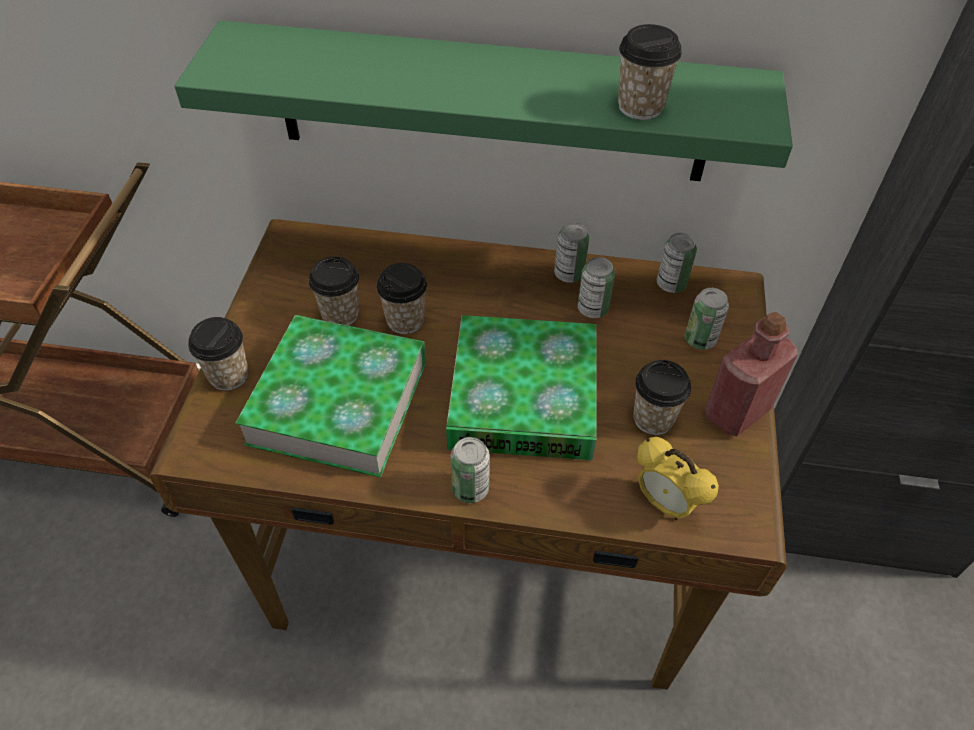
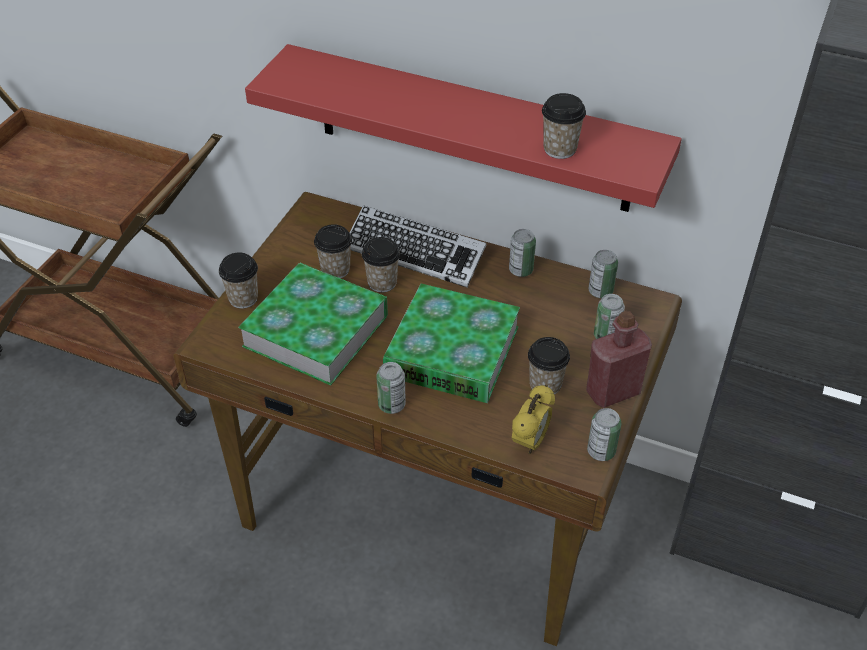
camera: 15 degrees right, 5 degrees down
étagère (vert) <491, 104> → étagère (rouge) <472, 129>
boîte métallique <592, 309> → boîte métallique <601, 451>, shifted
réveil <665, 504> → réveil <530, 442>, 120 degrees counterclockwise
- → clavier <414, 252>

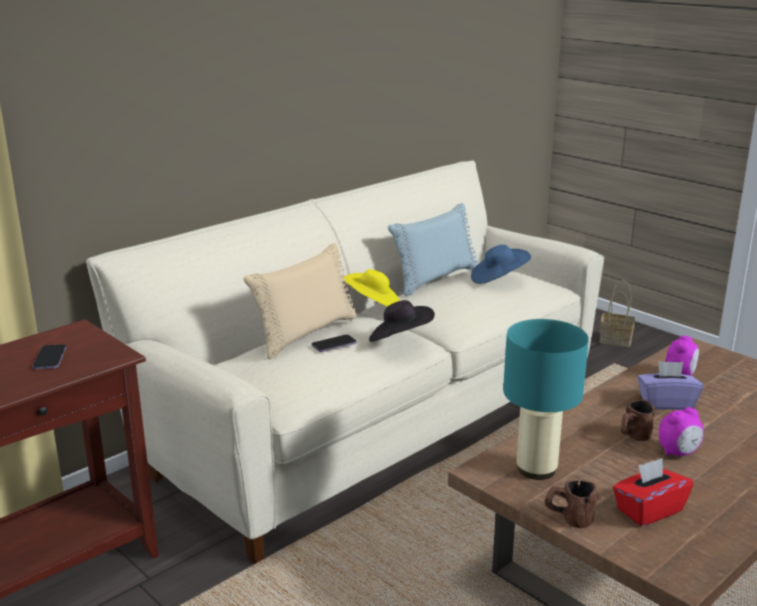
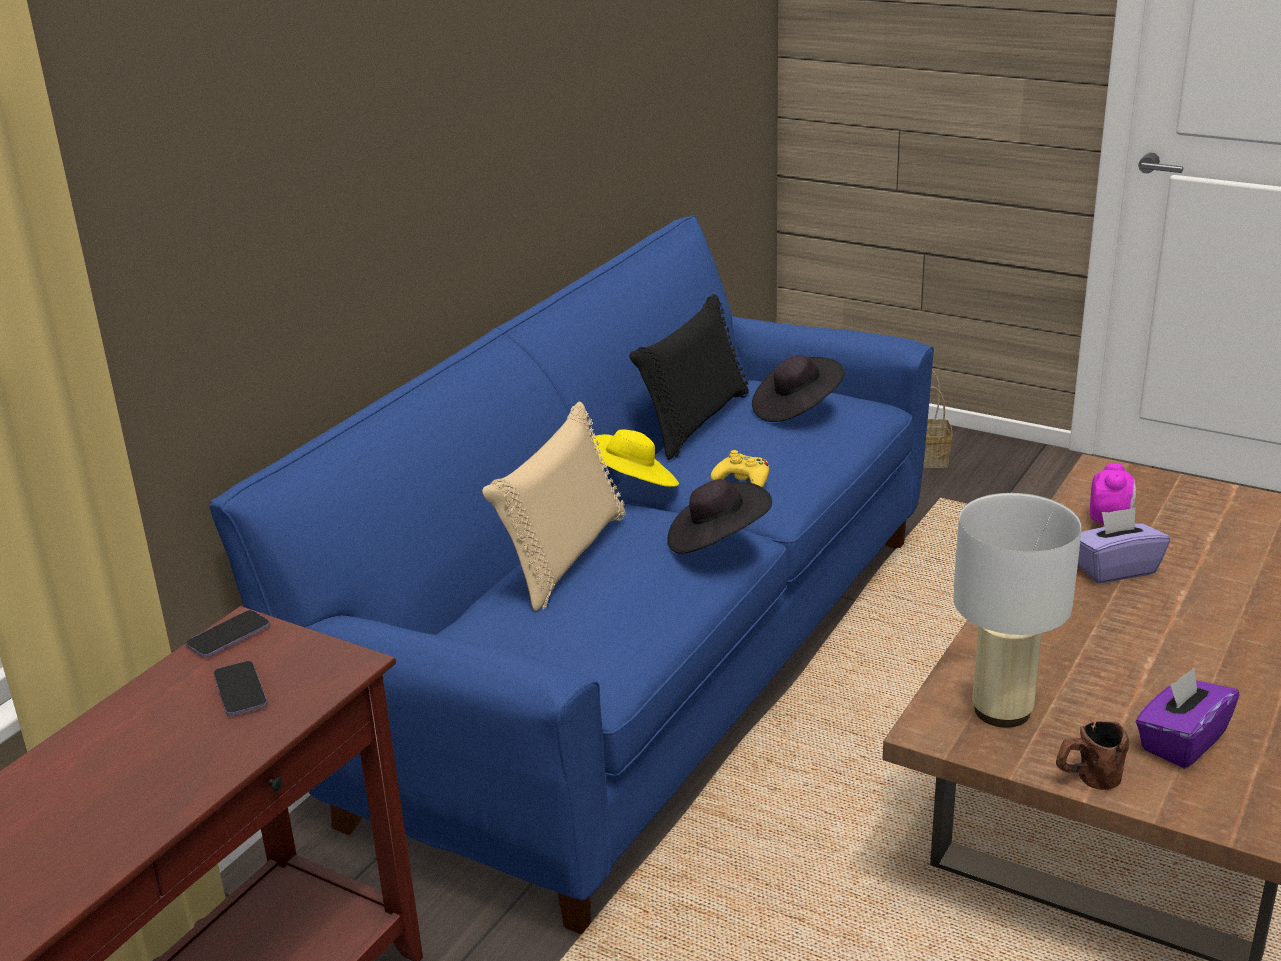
camera: 15 degrees left, 5 degrees up
canapé (beige) <378, 426> → canapé (bleu) <648, 667>
coussin (bleu) <434, 279> → coussin (noir) <694, 422>
chapeau (bleu) <498, 279> → chapeau (noir) <796, 409>
lampe de table (turquoise) <535, 469> → lampe de table (blanc) <1000, 711>
téléphone <334, 345> → téléphone <229, 637>, shifted
mug (marron) <633, 437> → -
réveil <678, 453> → -
boîte à mouchoirs (rouge) <648, 510> → boîte à mouchoirs (violet) <1181, 742>
- → manette (jaune) <743, 480>

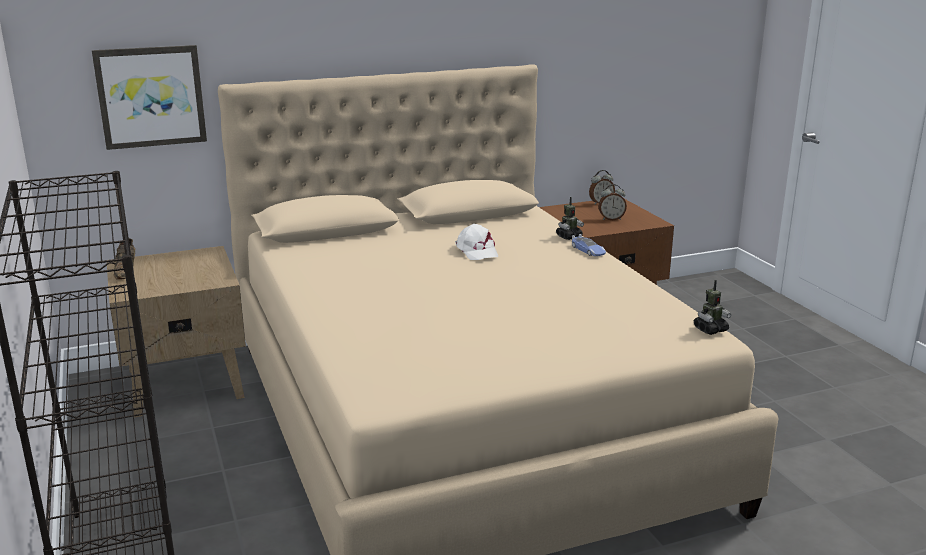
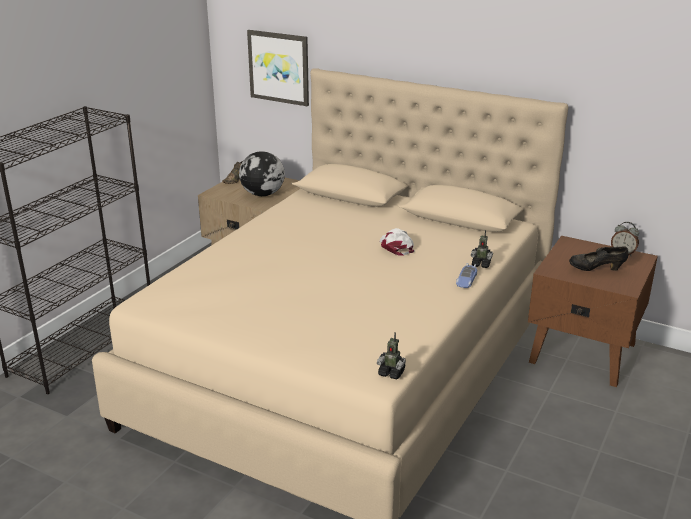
camera: 50 degrees right, 5 degrees up
réveil <611, 219> → chaussure (noir) <596, 269>
casquette (blanc) <476, 251> → casquette (blanc) <396, 246>, 135 degrees clockwise
- → globe <263, 194>

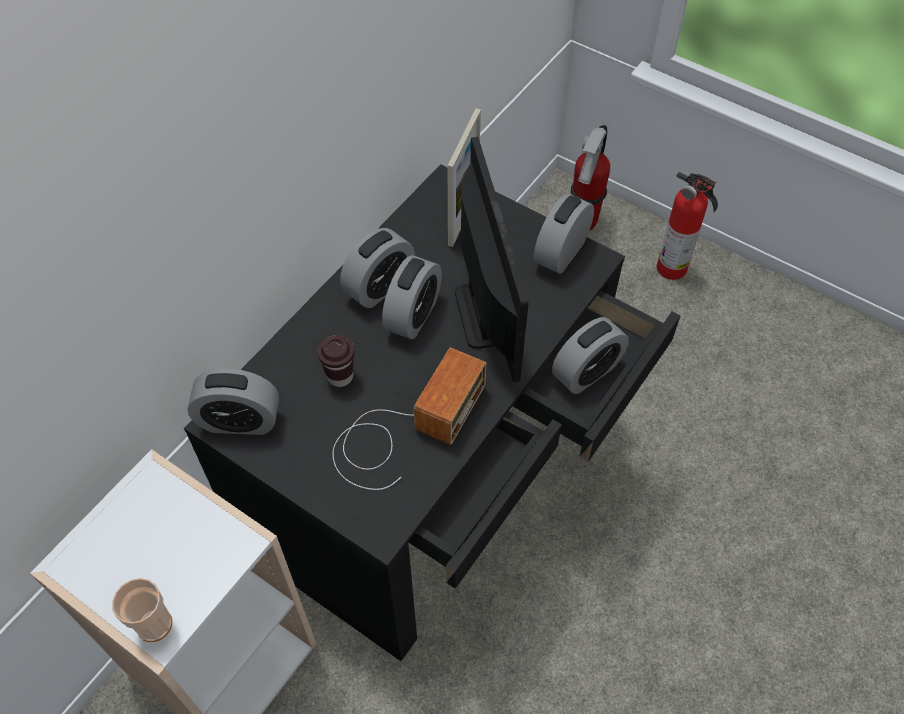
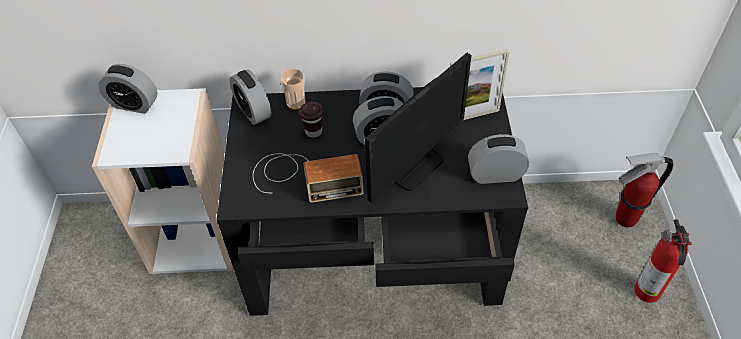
camera: 55 degrees right, 5 degrees down
réveil <586, 372> → réveil <134, 104>, shifted
tasse <154, 624> → tasse <296, 103>, shifted

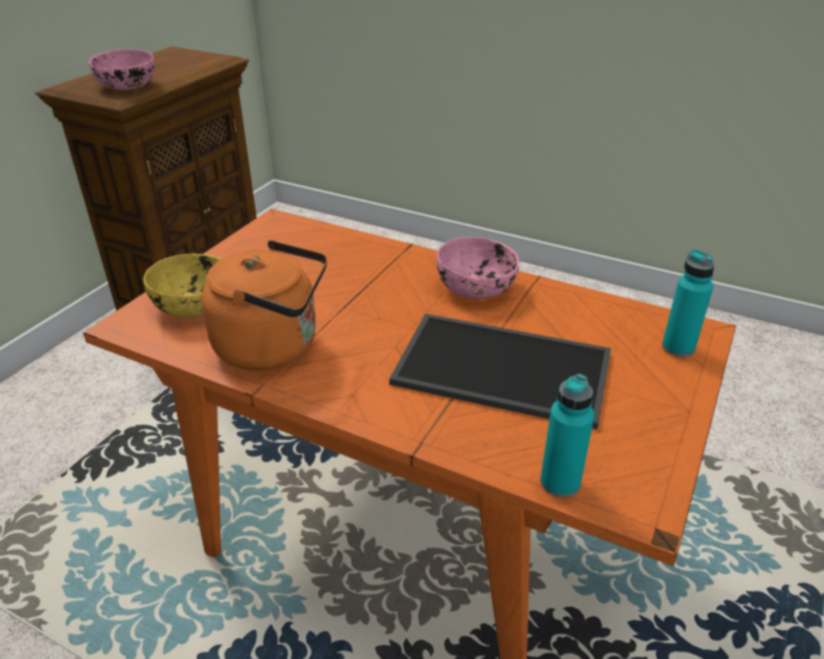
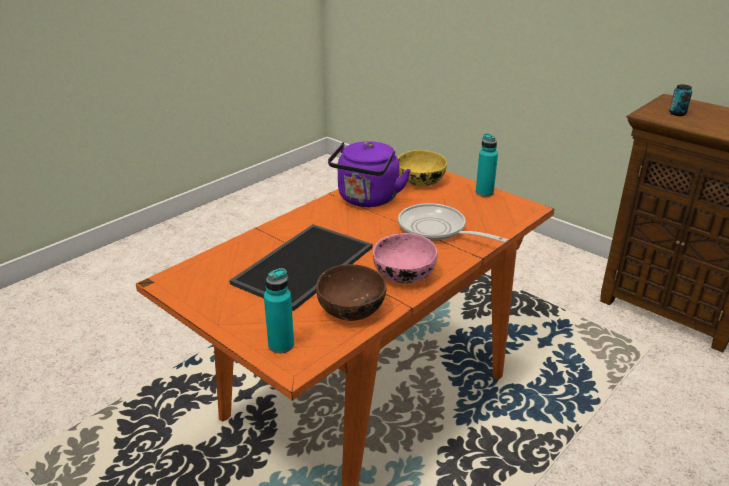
camera: 105 degrees right, 5 degrees down
bol (rose) <127, 86> → boîte métallique <677, 113>
bouilloire (orange) <274, 346> → bouilloire (violet) <367, 200>
bouteille (turquoise) <560, 482> → bouteille (turquoise) <484, 193>, shifted
- → poêle <437, 230>
- → bol (marron) <351, 309>

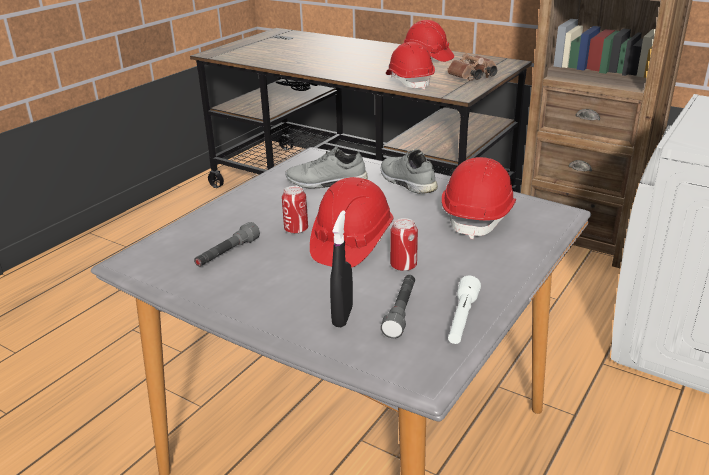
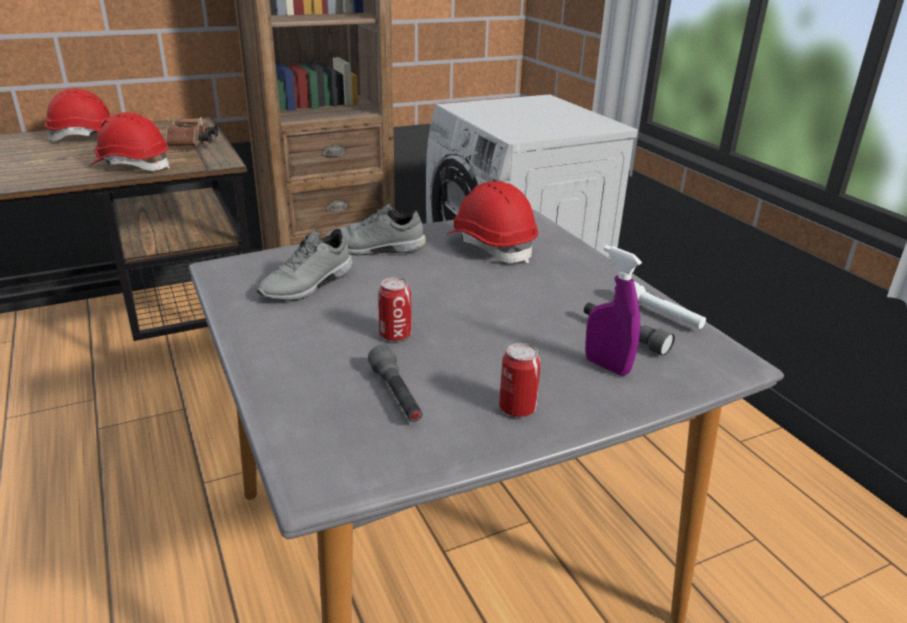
camera: 60 degrees left, 0 degrees up
casque de chantier (rouge) <351, 243> → -
vaporisateur (noir) <342, 316> → vaporisateur (violet) <606, 366>
boîte métallique <403, 266> → boîte métallique <517, 408>, shifted

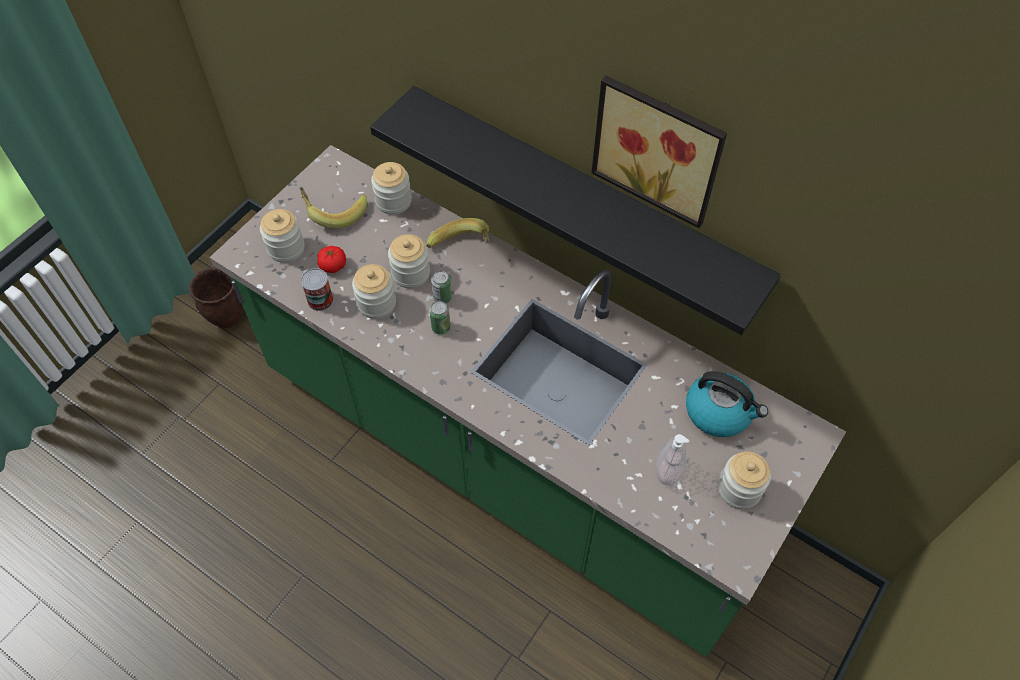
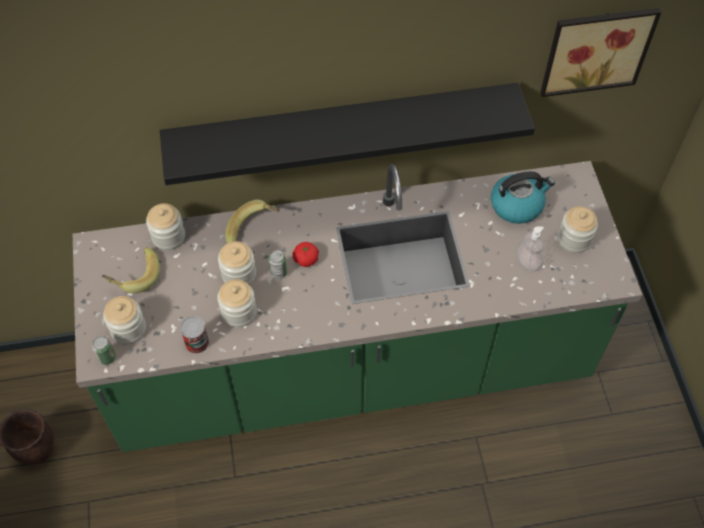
camera: 45 degrees left, 0 degrees up
tableau <659, 148> → tableau <595, 48>, shifted
tomate <333, 265> → tomate <306, 259>, shifted
boîte métallique <441, 327> → boîte métallique <107, 357>, shifted

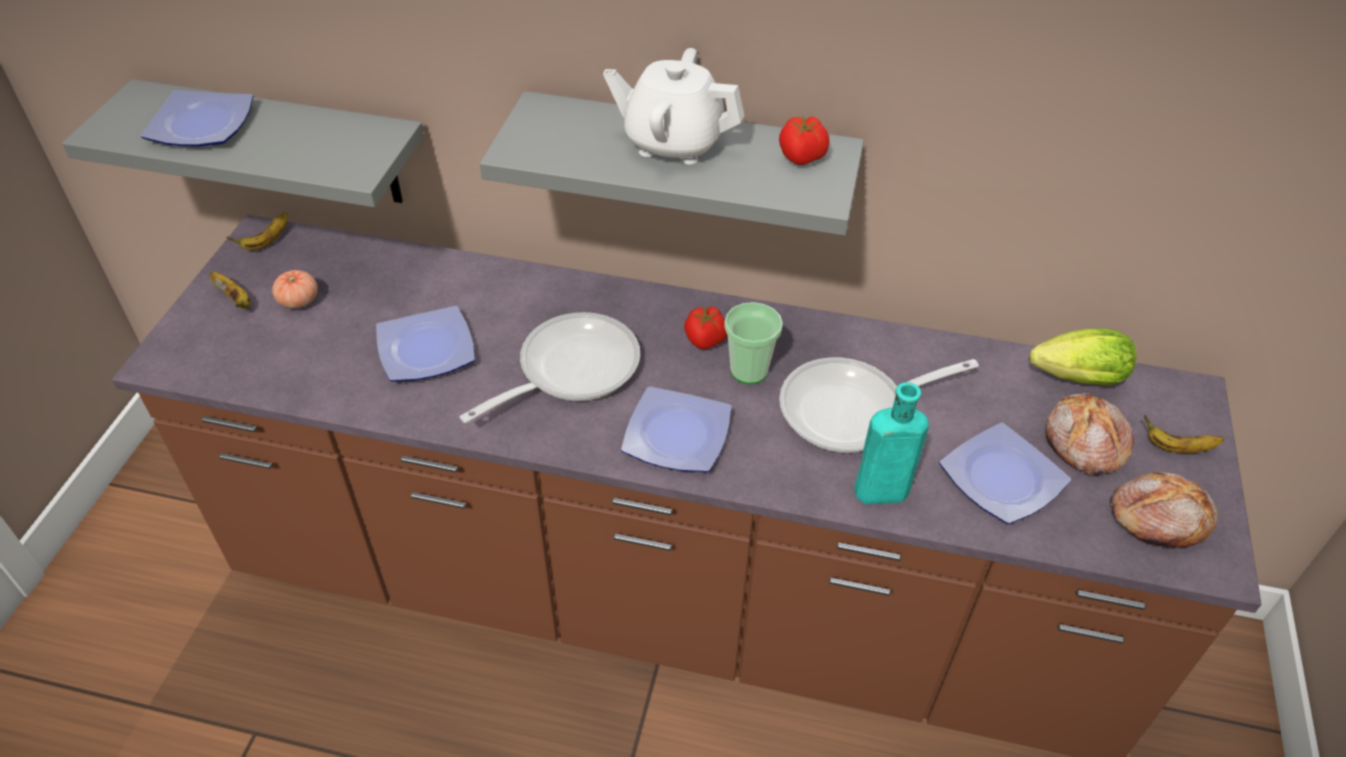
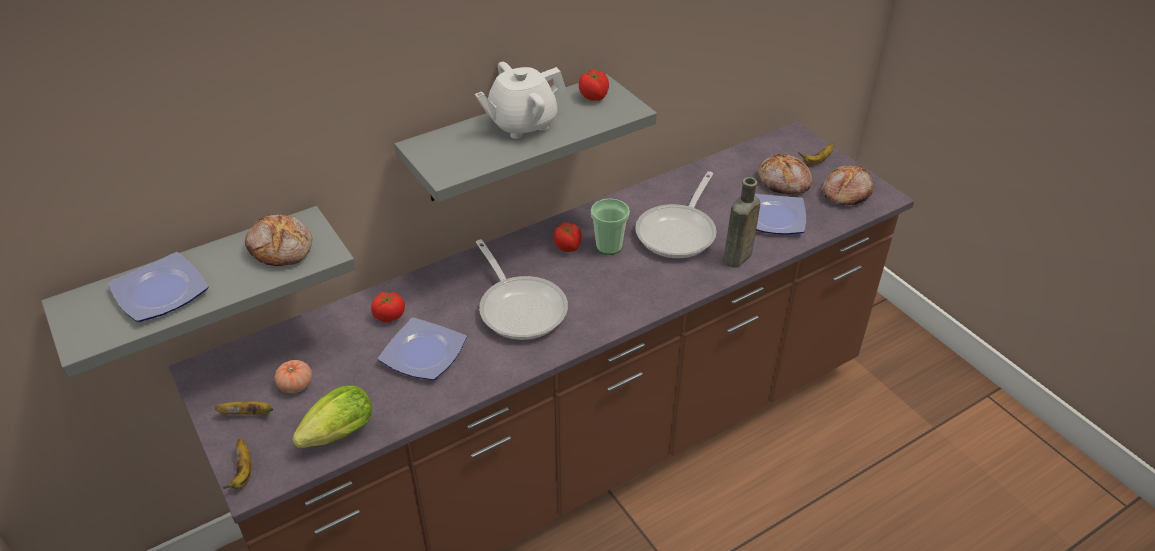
camera: 45 degrees left, 5 degrees down
banane <266, 242> → banane <243, 472>, shifted
poêle <569, 370> → poêle <520, 307>, 150 degrees clockwise
laitue <1072, 379> → laitue <336, 436>, shifted
bouteille (turquoise) <877, 492> → bouteille (marron) <736, 258>
assiette <678, 437> → -
- → pain <282, 248>
- → tomate <389, 316>

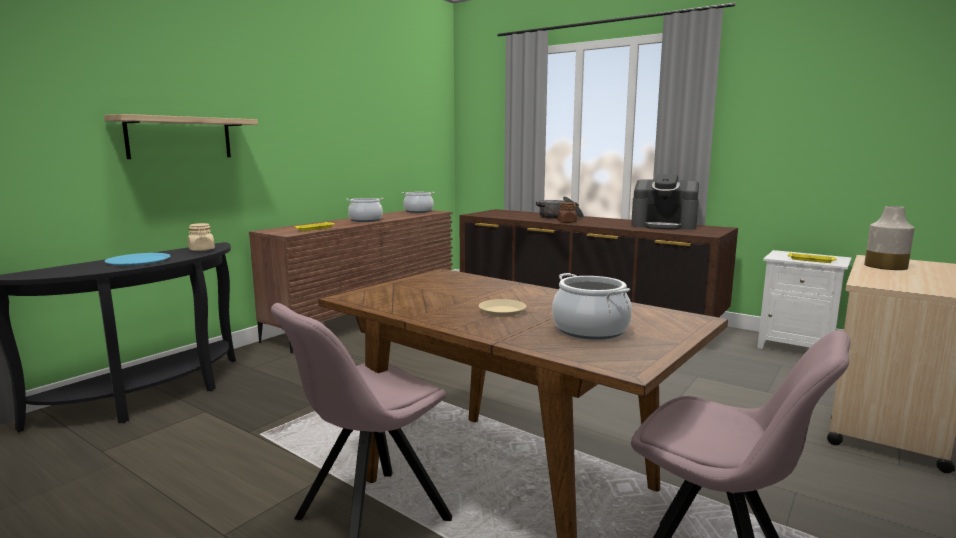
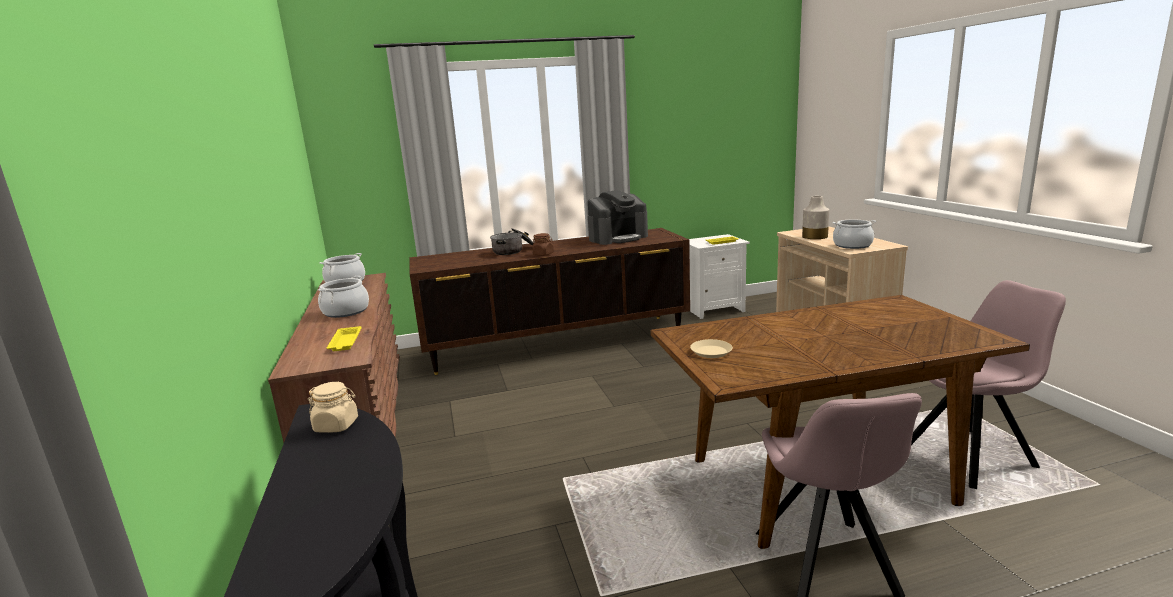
camera: 50 degrees left, 5 degrees up
étagère <180, 138> → -
assiette (bleu) <138, 260> → -
marmite <590, 330> → marmite <852, 245>, shifted
assiette (beige) <502, 311> → assiette (beige) <711, 352>, shifted

